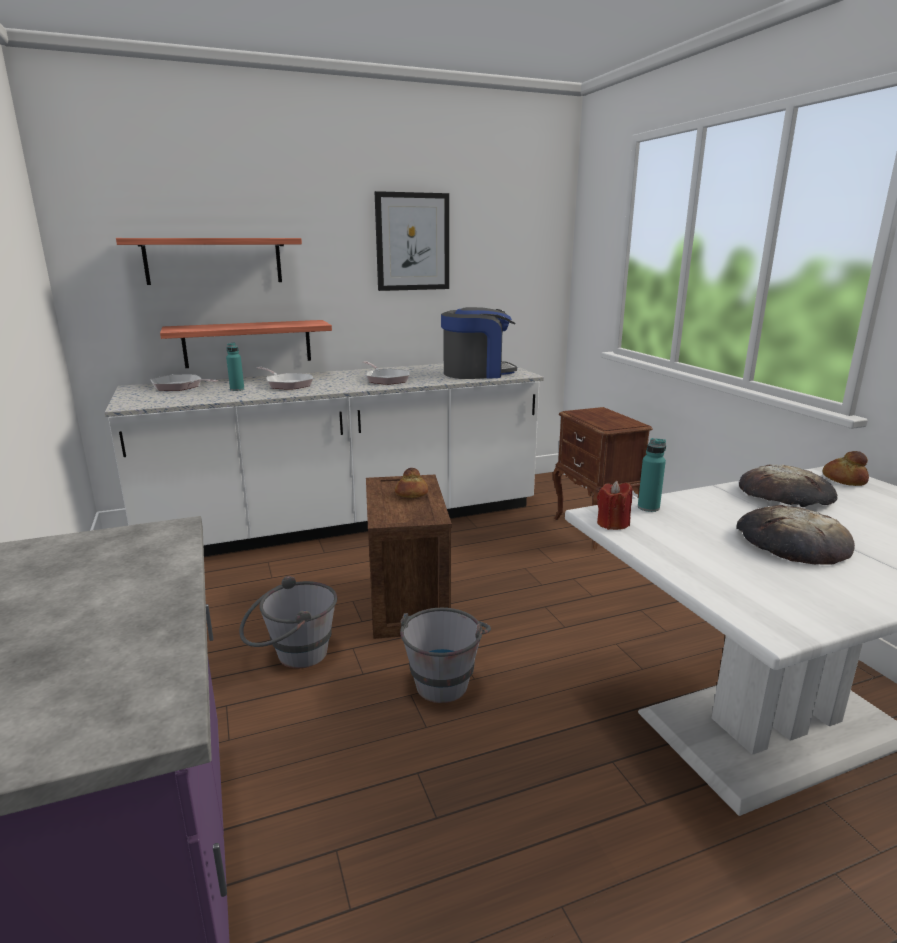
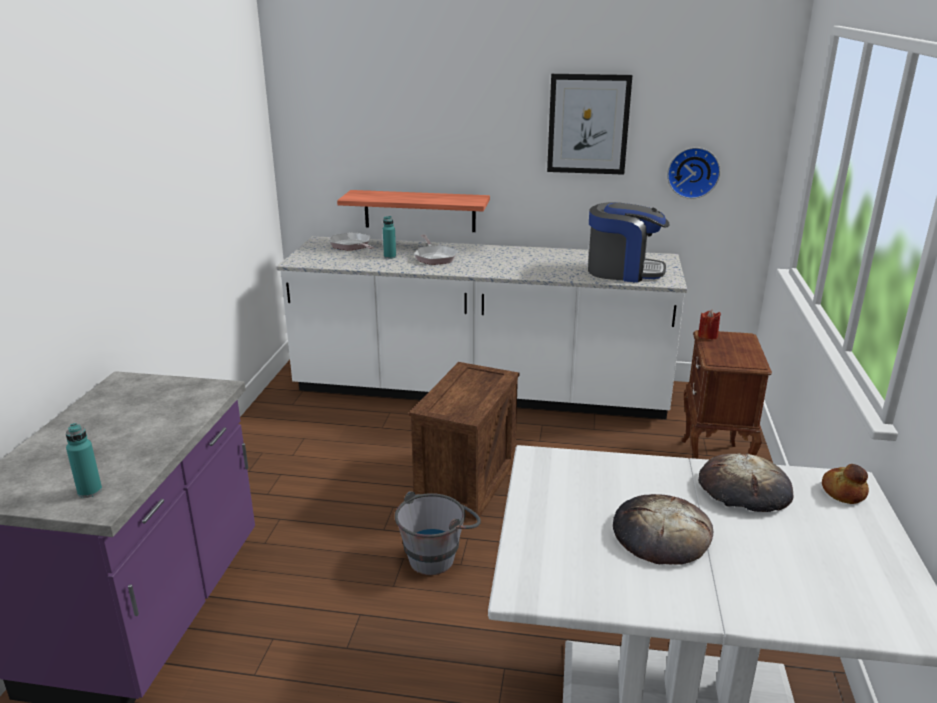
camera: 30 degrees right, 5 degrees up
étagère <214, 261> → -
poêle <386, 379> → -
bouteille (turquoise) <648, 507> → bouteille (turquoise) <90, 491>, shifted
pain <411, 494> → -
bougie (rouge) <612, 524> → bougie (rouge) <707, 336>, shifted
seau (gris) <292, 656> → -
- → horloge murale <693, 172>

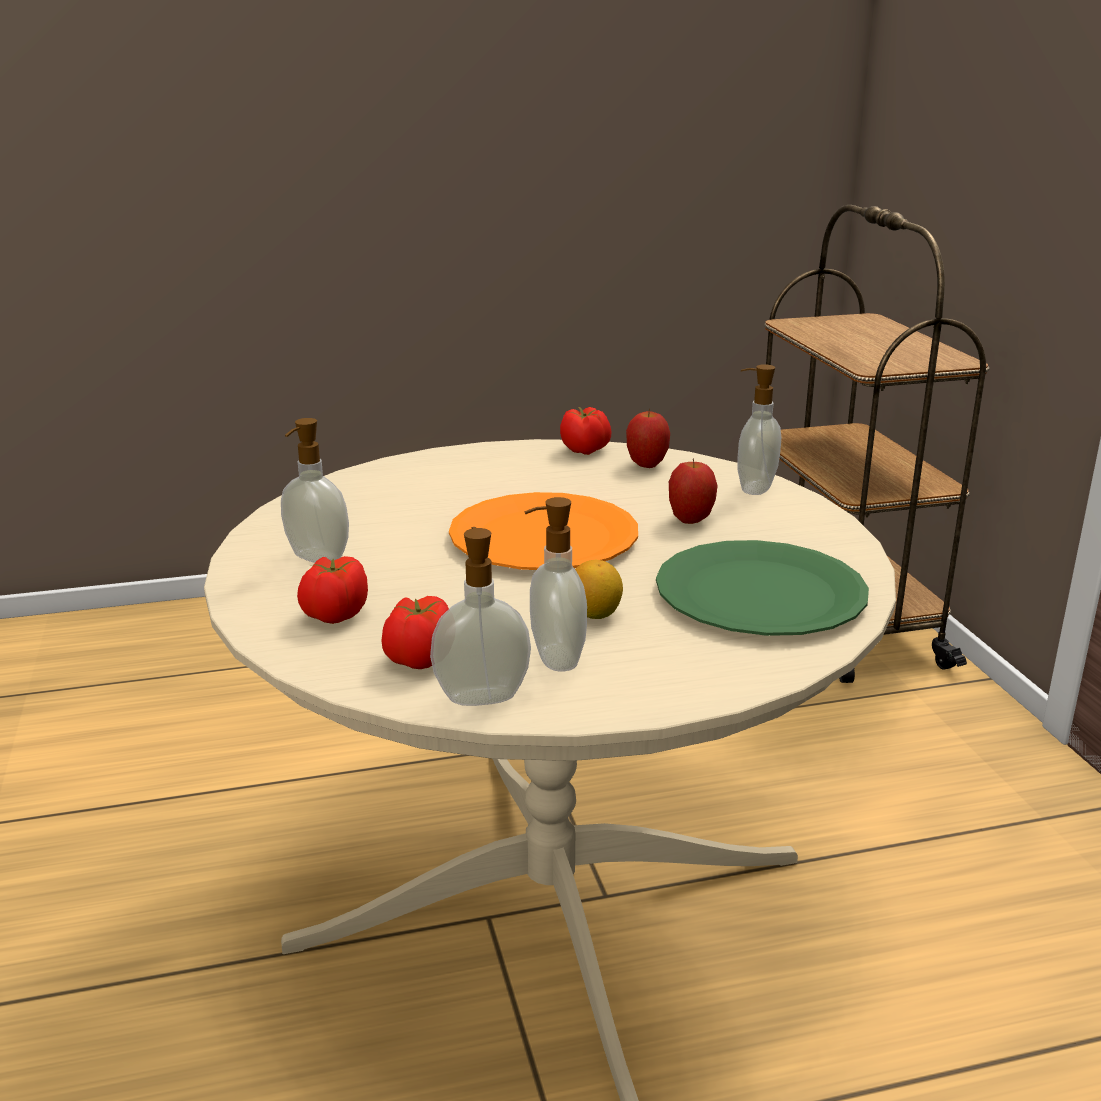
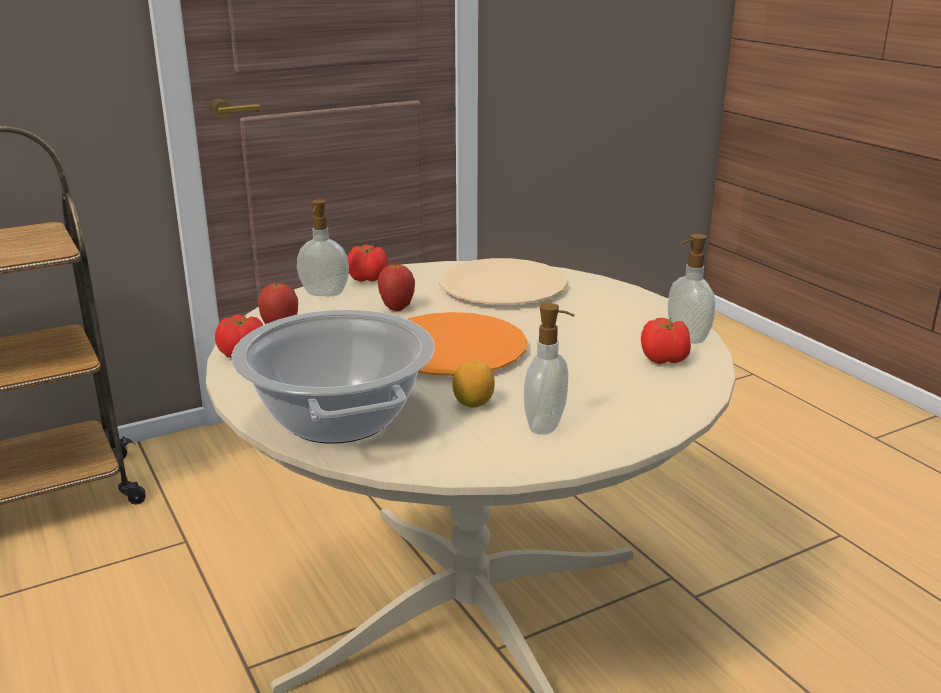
camera: 105 degrees left, 0 degrees up
distributeur de savon <555, 659> → -
assiette (vert) <760, 593> → assiette (beige) <502, 286>
tomate <334, 615> → tomate <368, 279>, shifted
citron <595, 614> → citron <473, 403>, shifted
- → marmite <337, 417>

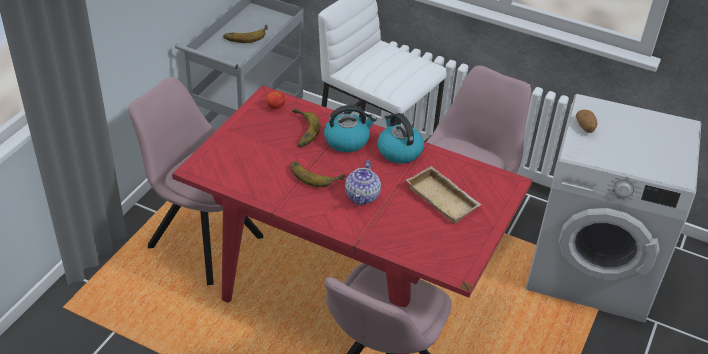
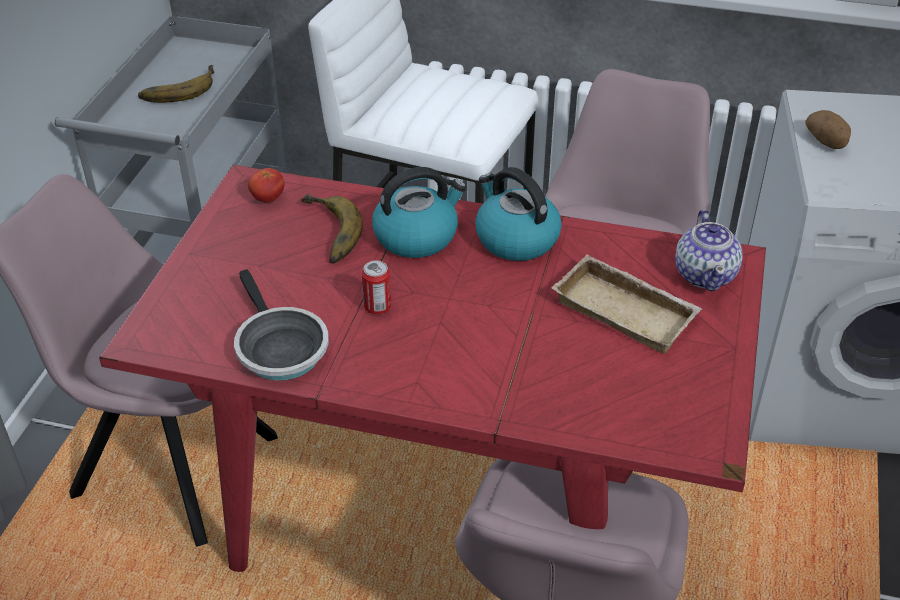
camera: 10 degrees left, 0 degrees up
banane <315, 174> → boîte métallique <377, 307>
théière <362, 196> → théière <705, 274>, shifted
- → poêle <278, 348>

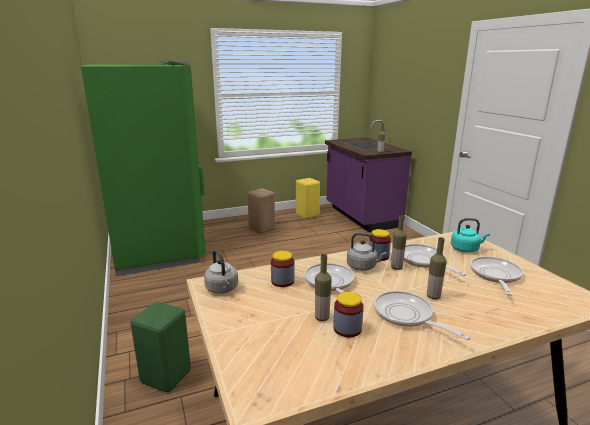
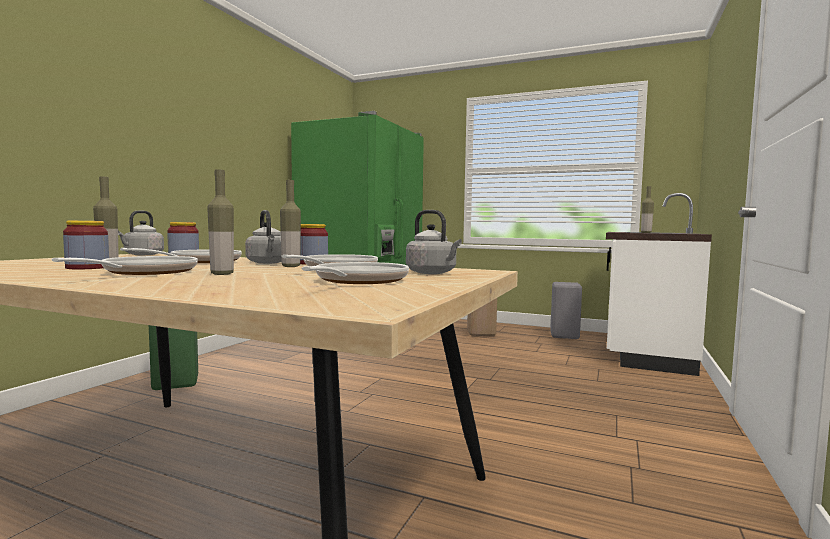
camera: 45 degrees right, 15 degrees down
comptoir de cuisine (violet) <361, 217> → comptoir de cuisine (blanc) <644, 352>
tabouret (jaune) <308, 215> → tabouret (gris) <565, 336>
bouilloire (turquoise) <466, 249> → bouilloire (gris) <433, 273>
poêle <495, 276> → poêle <358, 281>, 45 degrees counterclockwise

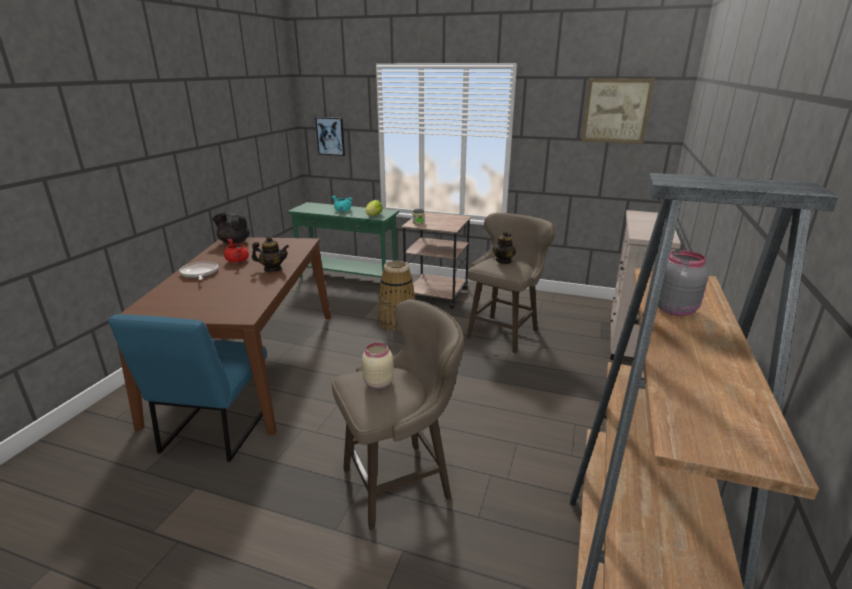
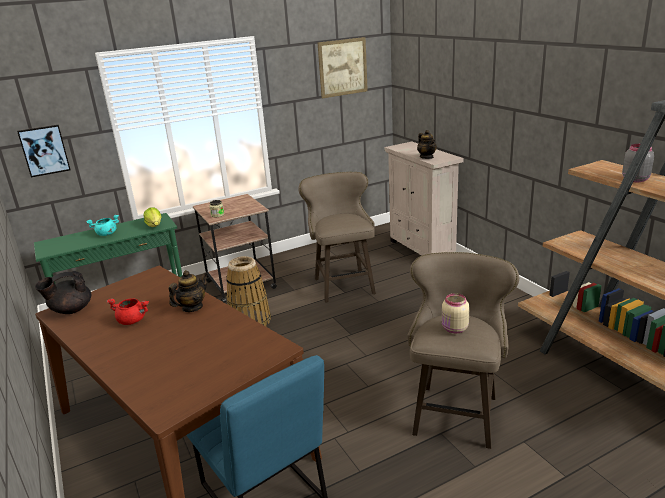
camera: 45 degrees left, 0 degrees up
théière <503, 261> → théière <426, 157>, shifted
poêle <199, 273> → -

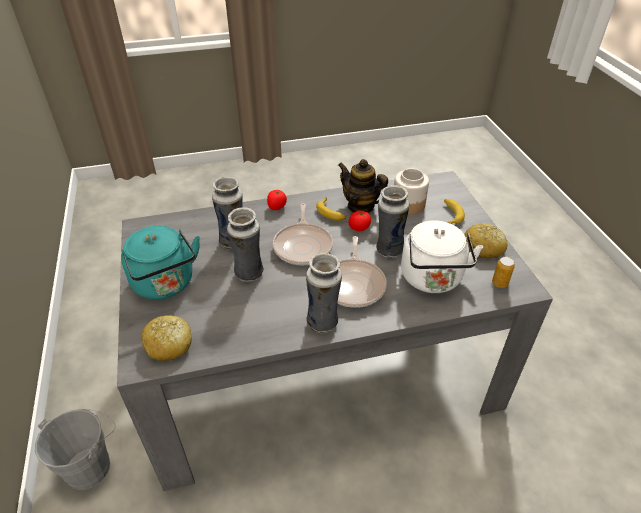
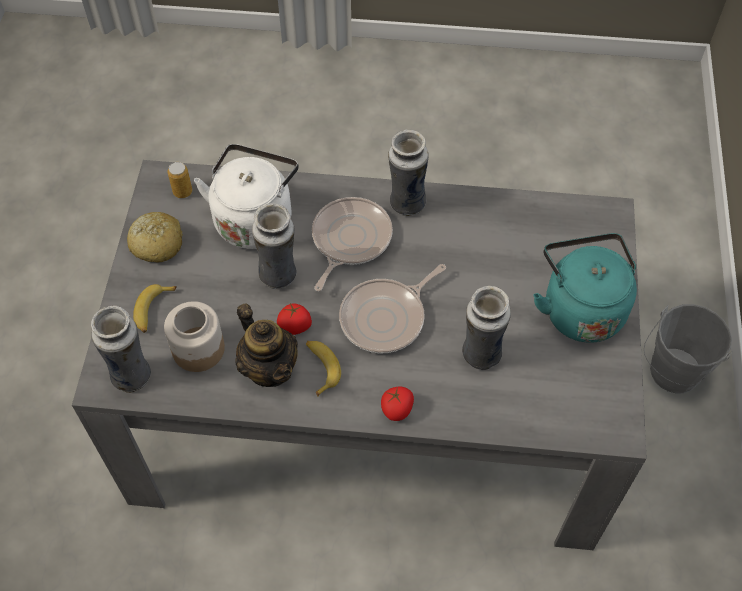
camera: 160 degrees left, 15 degrees up
poêle <303, 246> → poêle <386, 318>, 150 degrees counterclockwise
vase <249, 274> → vase <132, 375>, shifted
pain <169, 344> → -

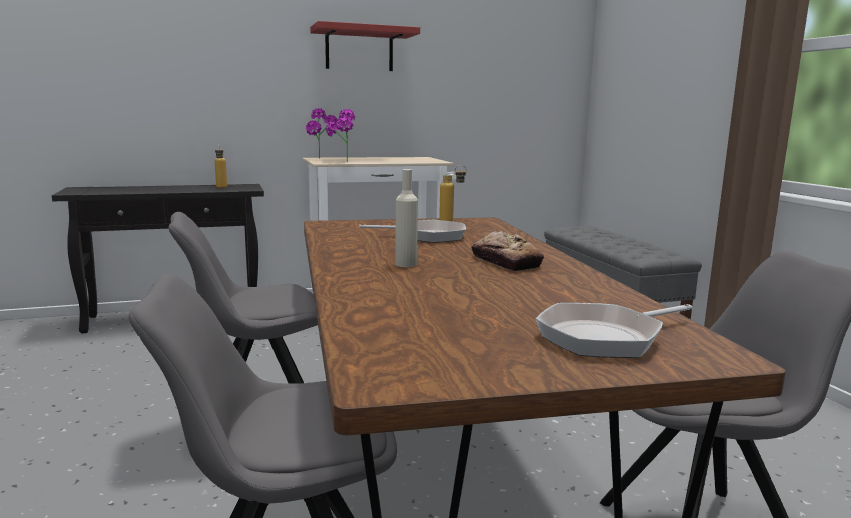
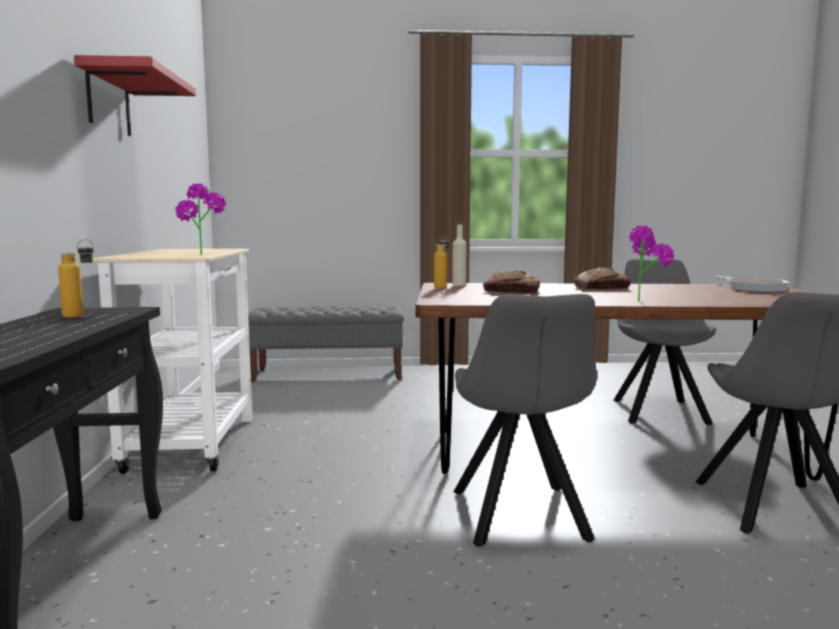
camera: 75 degrees left, 5 degrees down
plante en pot <322, 159> → plante en pot <645, 301>, shifted
bouteille (beige) <406, 264> → bouteille (beige) <459, 285>, shifted
poêle <427, 236> → pain <511, 291>

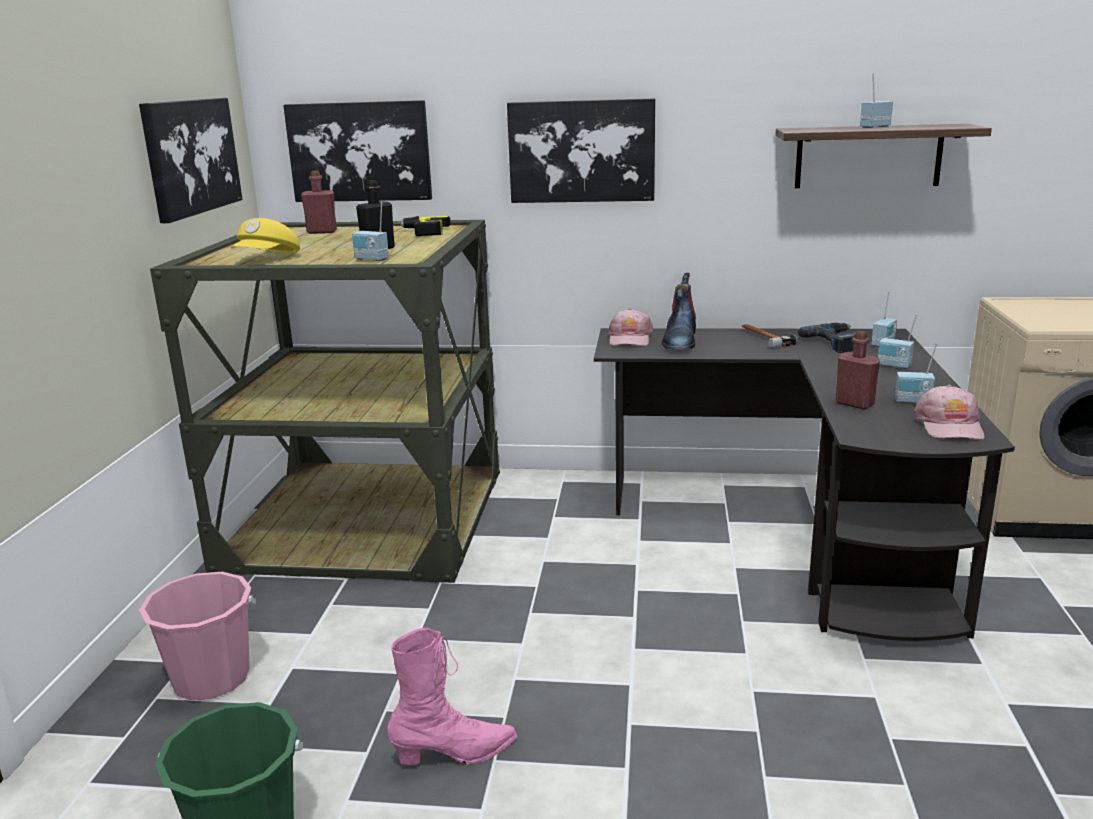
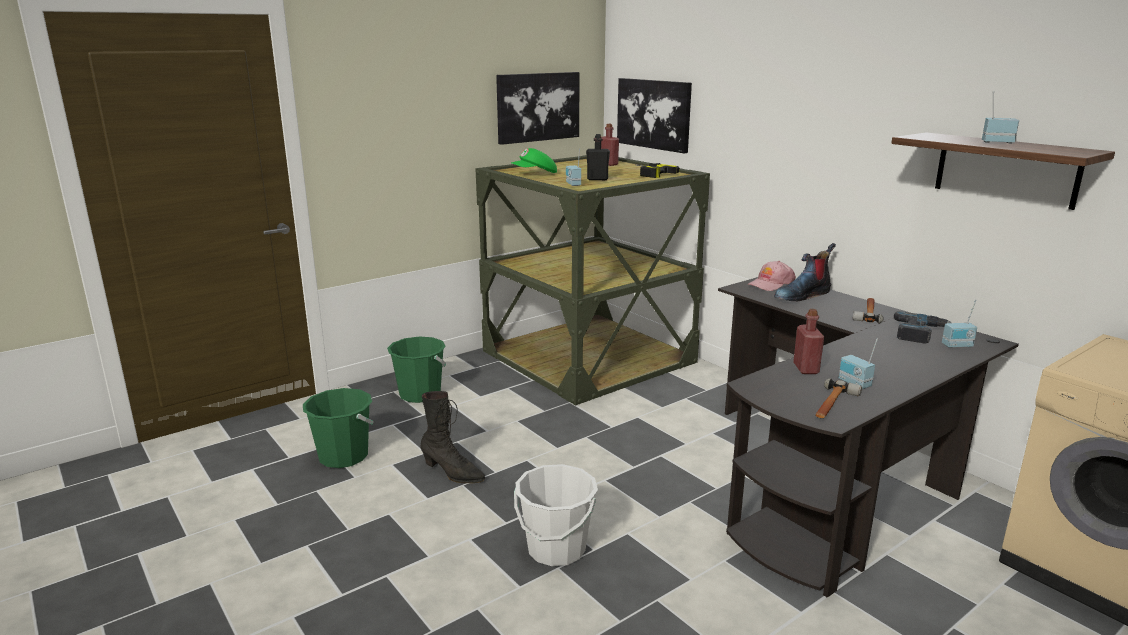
camera: 45 degrees right, 0 degrees up
tableau <581, 151> → -
casquette (jaune) <268, 259> → casquette (vert) <535, 174>
radio <894, 366> → -
casquette (rose) <950, 426> → marteau <832, 405>
seau (rose) <211, 678> → seau (vert) <420, 394>
botte (rose) <455, 754> → botte (noir) <452, 473>
- → seau (blanc) <556, 549>

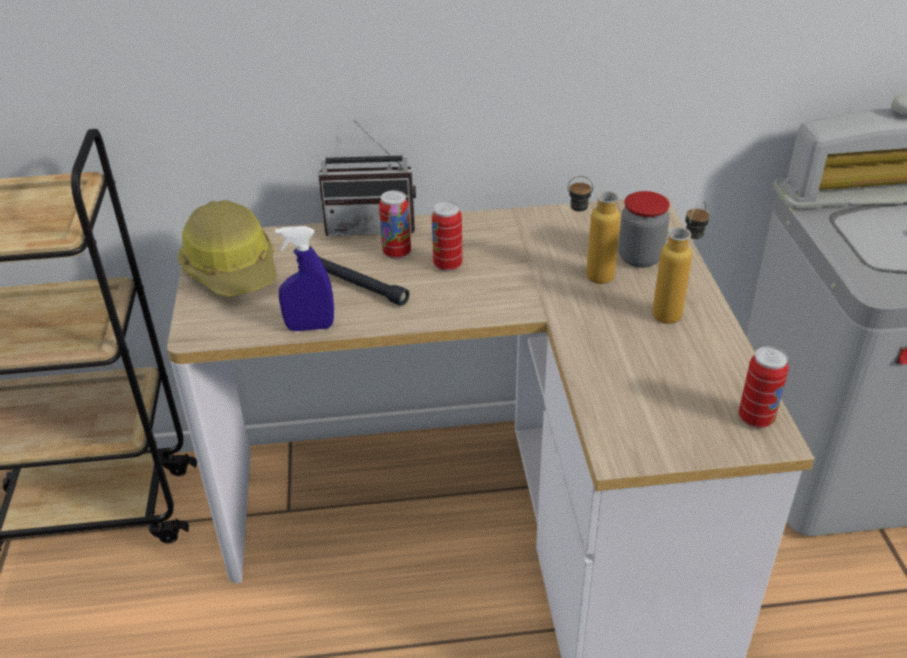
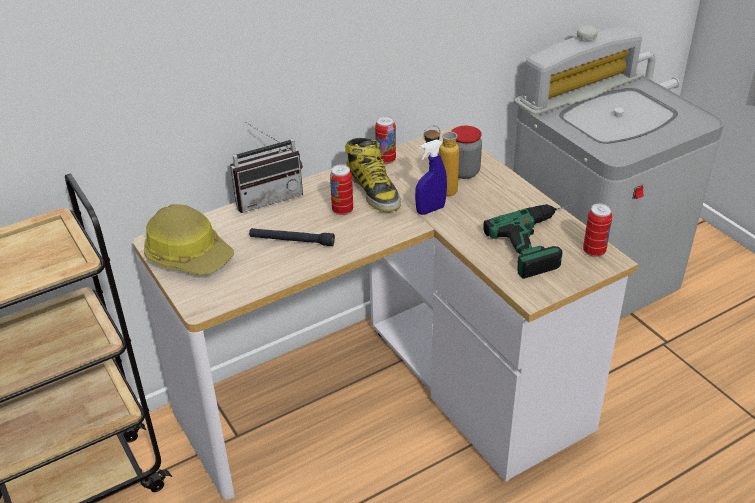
camera: 25 degrees left, 0 degrees up
boîte métallique <397, 253> → boîte métallique <385, 160>, shifted
bouteille <674, 310> → -
vaporisateur (bleu) <310, 327> → vaporisateur (bleu) <430, 210>, shifted
- → botte <373, 190>
- → perceuse <543, 241>

